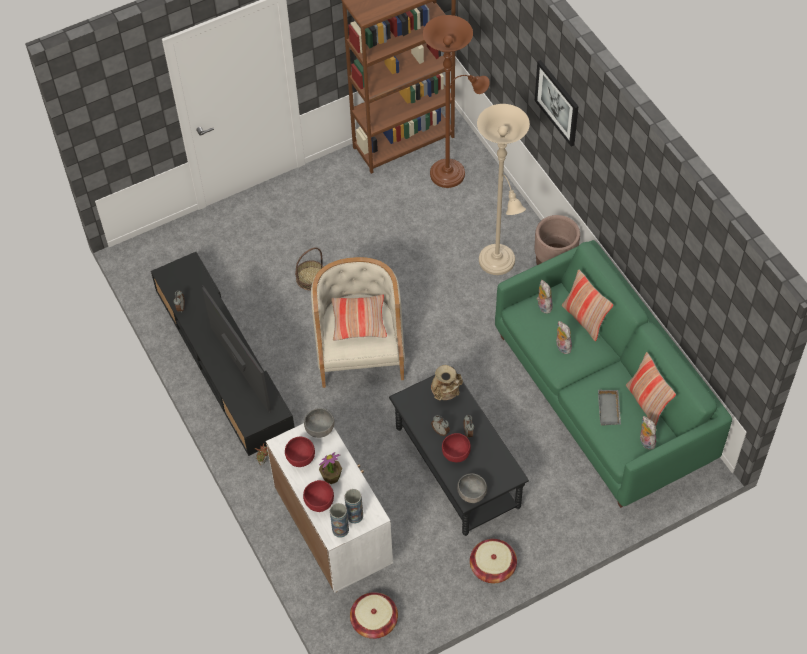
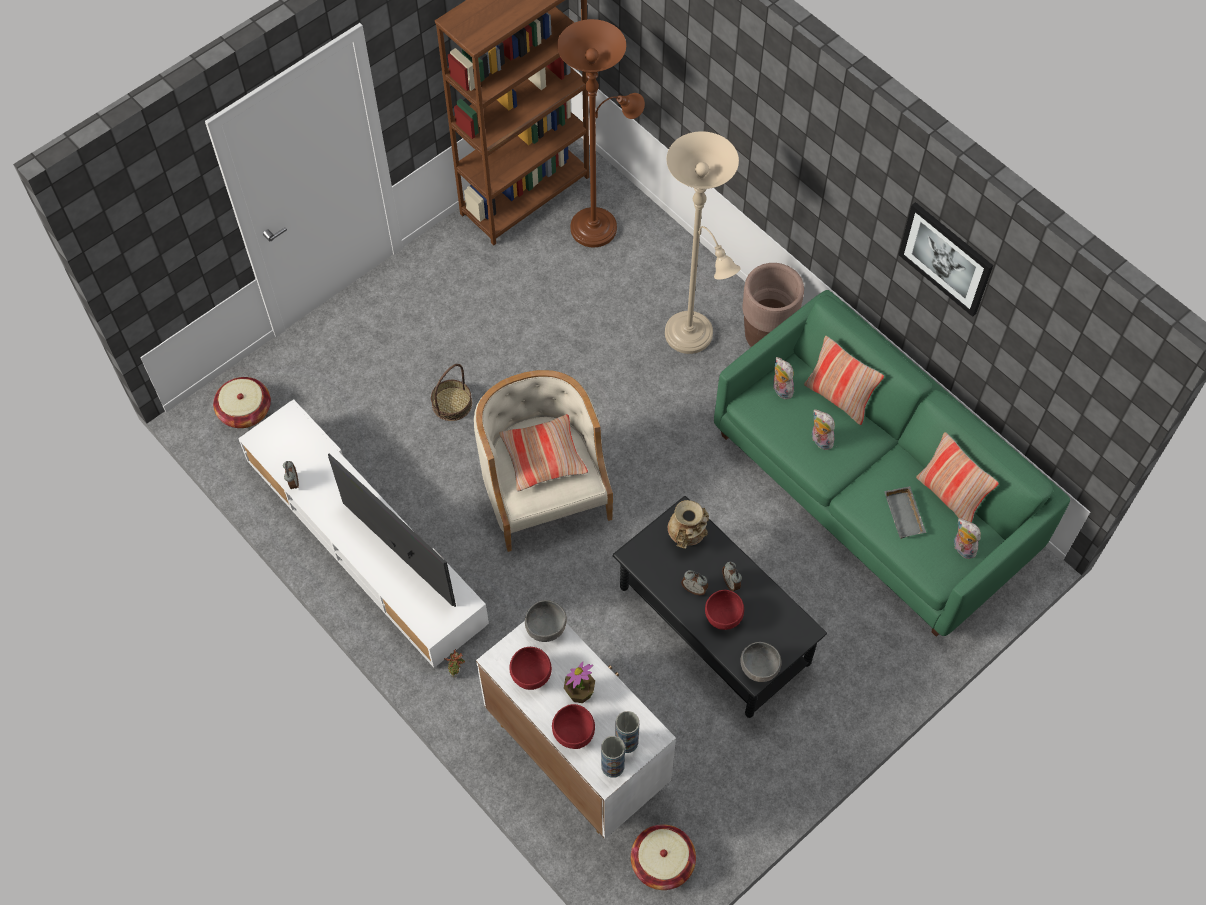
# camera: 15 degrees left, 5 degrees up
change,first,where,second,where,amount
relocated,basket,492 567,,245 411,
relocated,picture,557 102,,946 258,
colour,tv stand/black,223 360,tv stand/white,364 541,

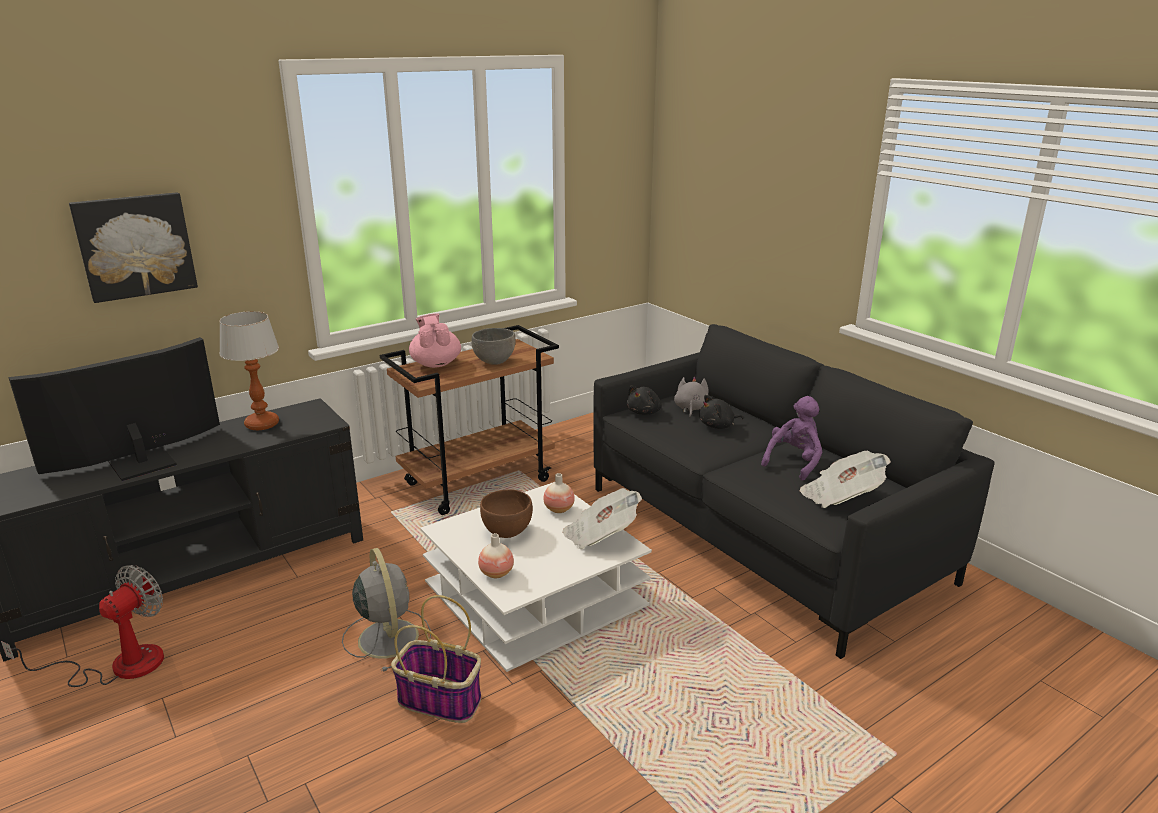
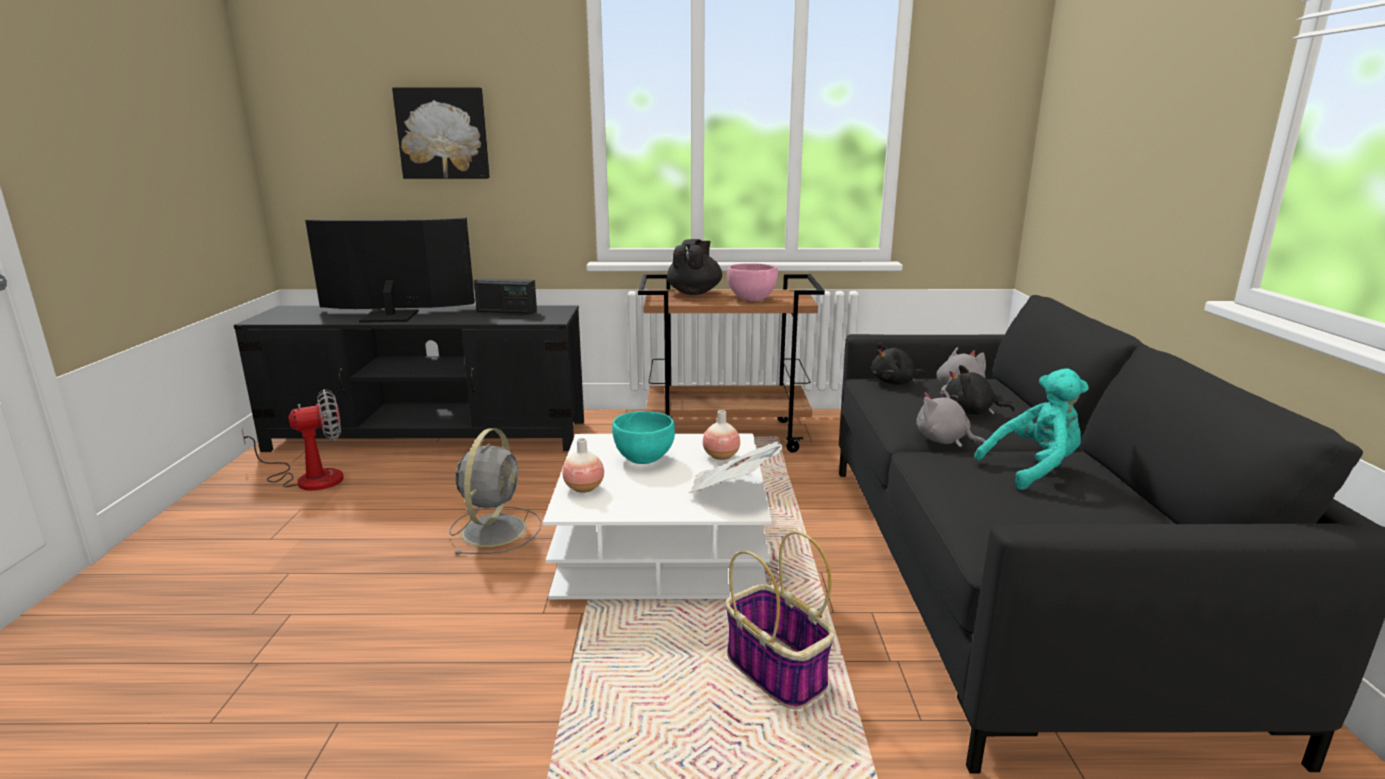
# camera: 35 degrees right, 5 degrees down
change,first,where,second,where,amount
missing,newspaper,841 497,,,
appeared,,,plush toy/grey,944 441,
relocated,basket,441 700,,777 671,
exchanged,table lamp,262 424,radio,506 311,
colour,teapot/pink,435 364,teapot/black,694 292,
colour,bowl/grey,494 361,bowl/pink,752 299,
colour,bowl/brown,507 532,bowl/turquoise,643 459,
colour,plush toy/purple,794 462,plush toy/turquoise,1033 469,

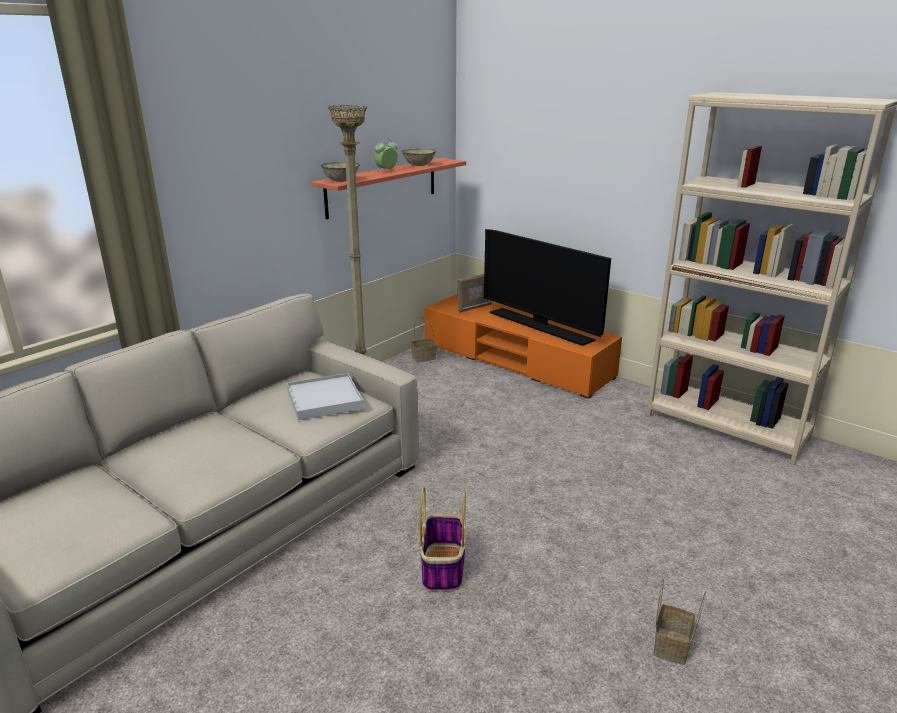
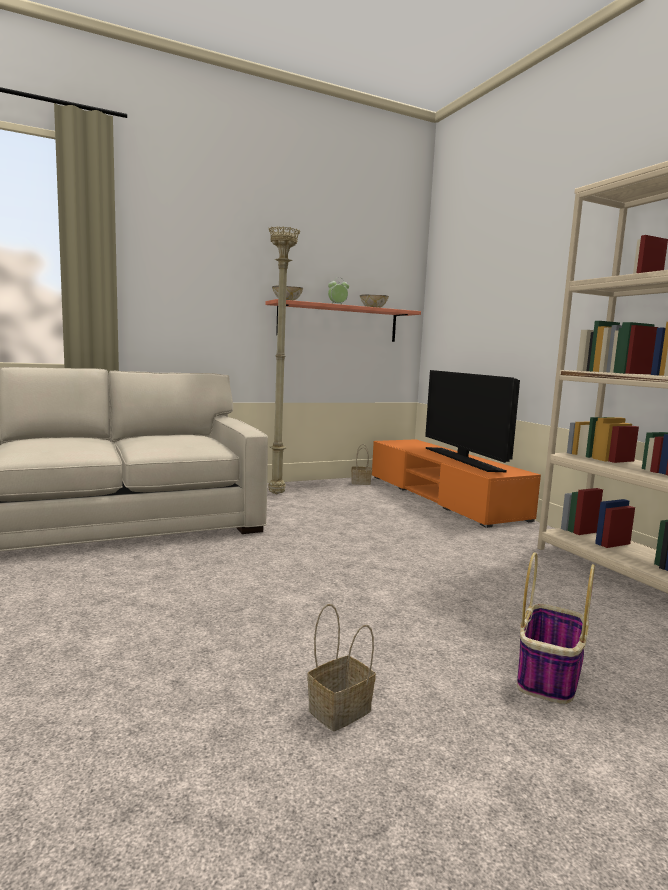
# camera: 25 degrees right, 15 degrees down
change,first,where,second,where,amount
missing,tray/white,324 400,,,
missing,picture frame,474 308,,,
relocated,basket,443 568,,549 677,

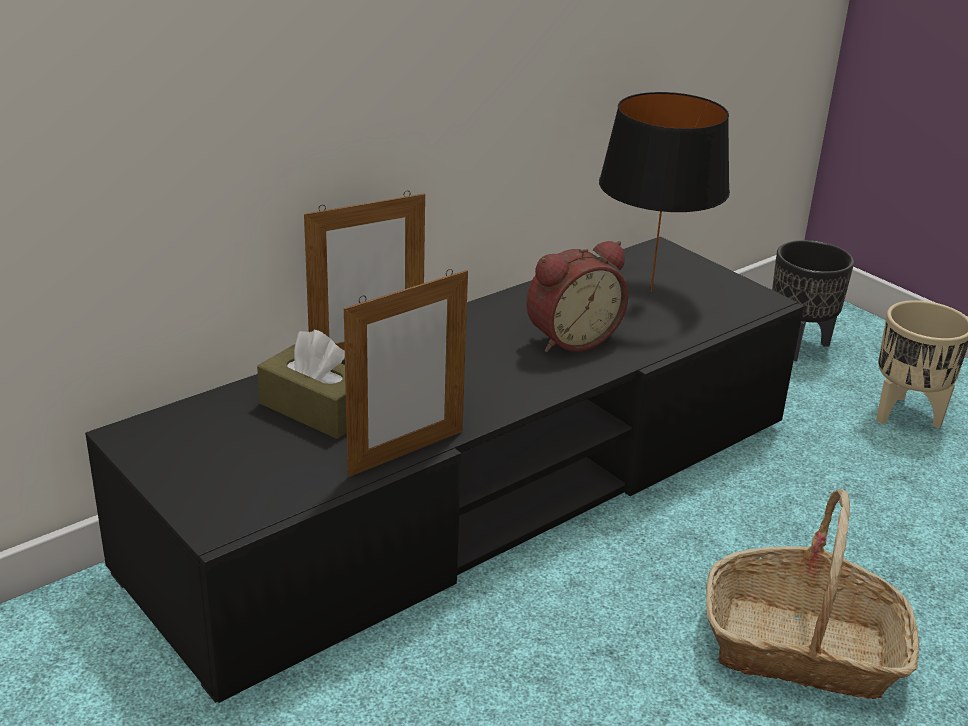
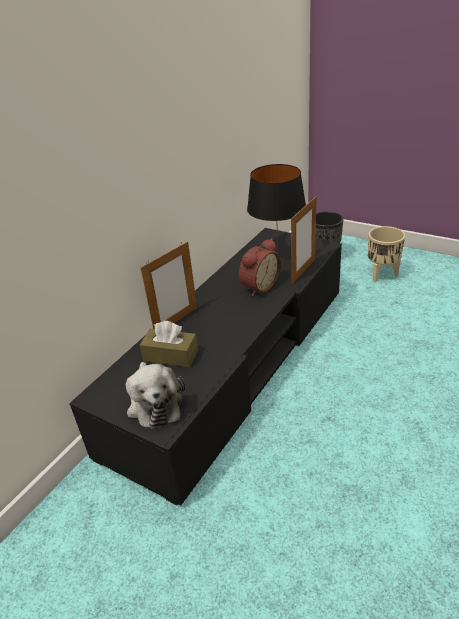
# camera: 15 degrees left, 5 degrees up
change,first,where,second,where,amount
missing,basket,803 647,,,
appeared,,,plush toy,154 403,
relocated,picture frame,406 453,,303 271,

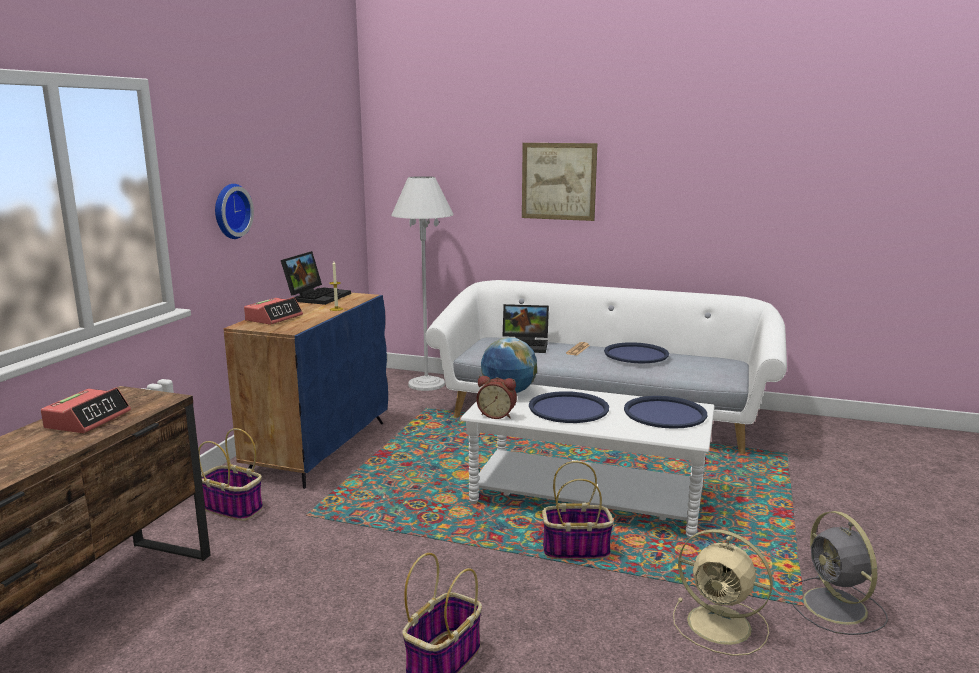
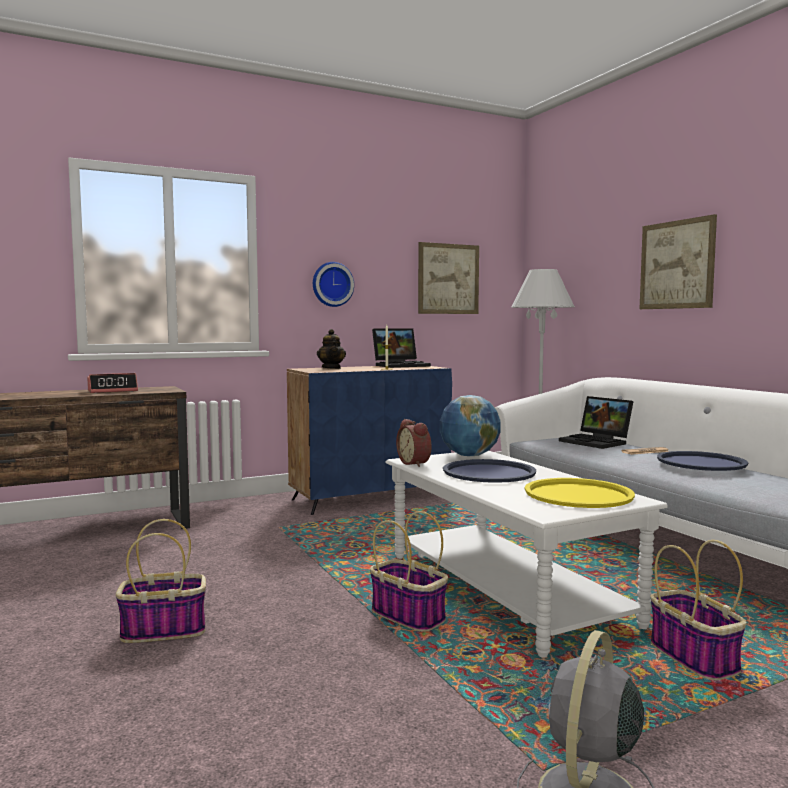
# camera: 45 degrees right, 10 degrees down
change,first,where,second,where,amount
missing,fan/beige,722 625,,,
appeared,,,picture,448 279,
relocated,basket,234 508,,695 658,
exchanged,alarm clock,274 318,teapot,331 368,
colour,tray/blue,665 413,tray/yellow,578 495,

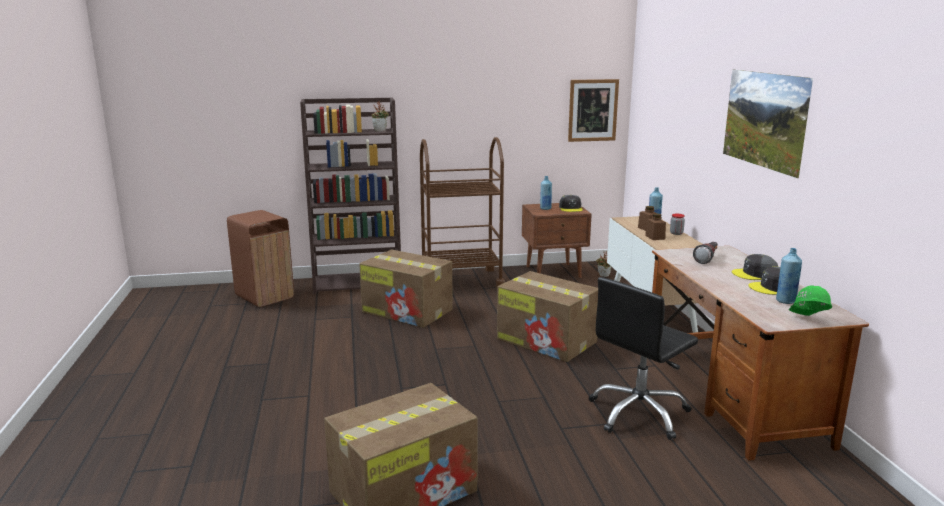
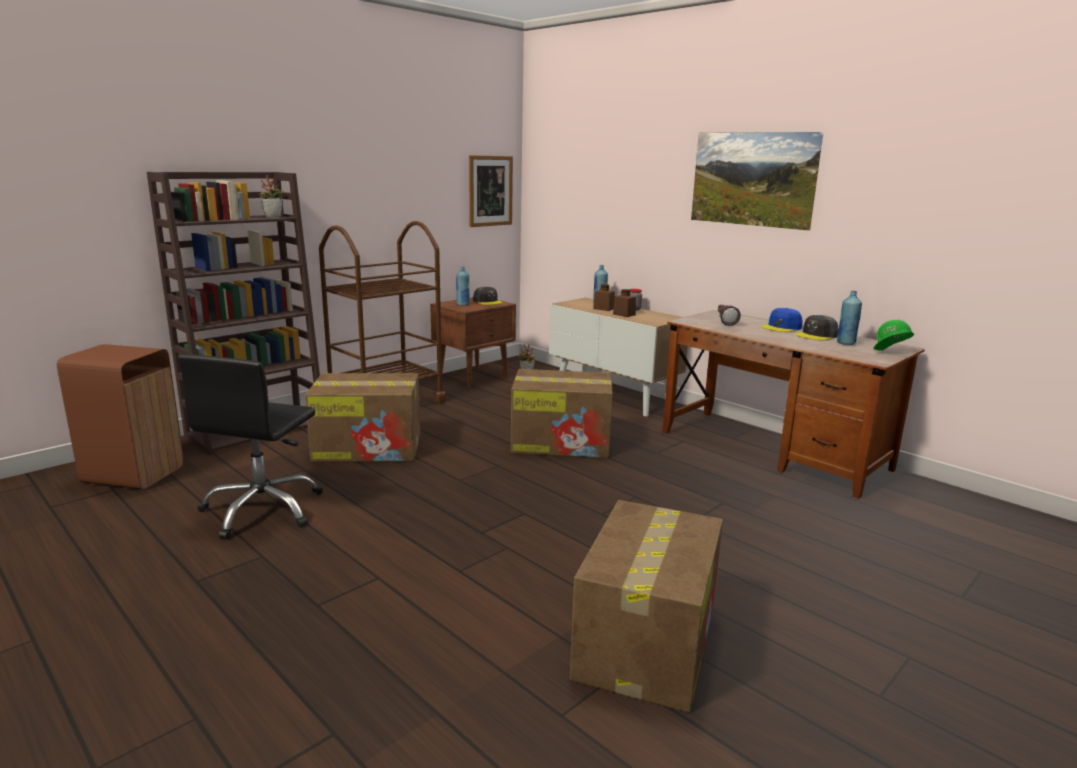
# camera: 35 degrees left, 0 degrees up
change,first,where,second,where,amount
relocated,office chair/black,639 413,,263 510,
colour,cap/grey,755 274,cap/blue,782 327,

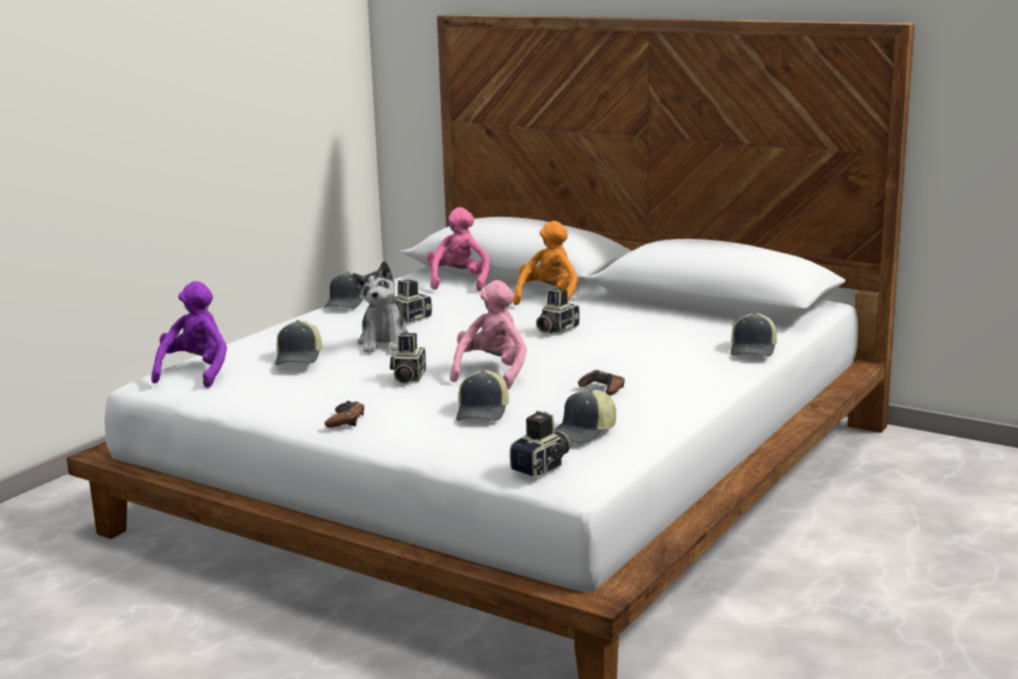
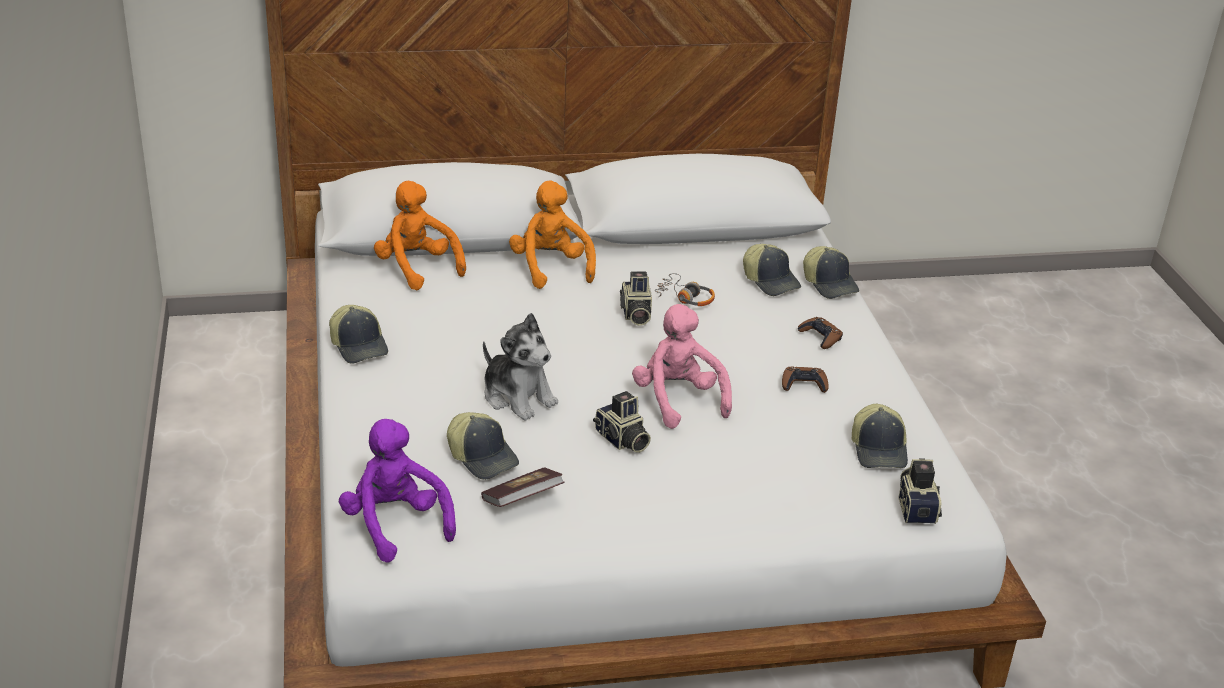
# camera: 45 degrees left, 15 degrees up
change,first,where,second,where,amount
missing,photo camera,407 319,,,
appeared,,,book,522 500,
appeared,,,headphones,685 297,
relocated,game controller/brown,345 420,,820 337,
relocated,cap,483 412,,771 281,
colour,plush toy/pink,459 282,plush toy/orange,417 268,

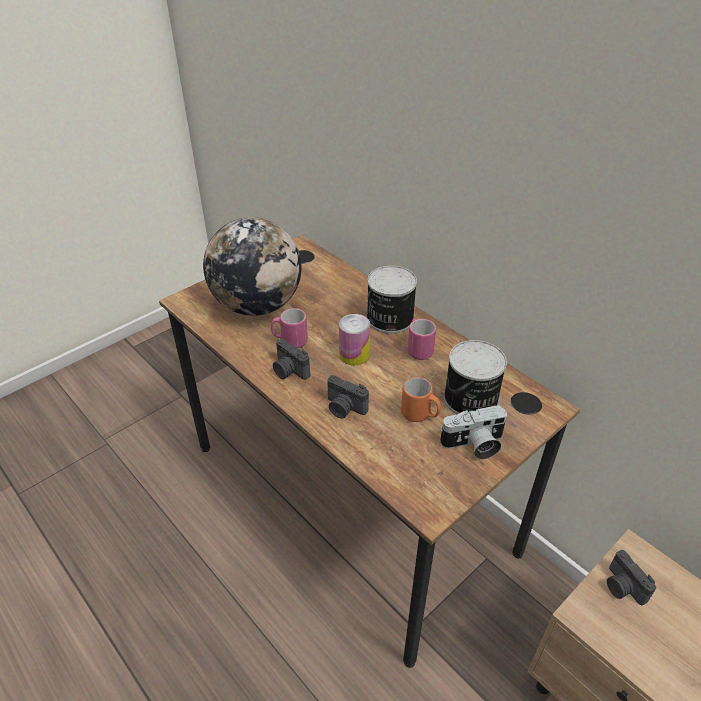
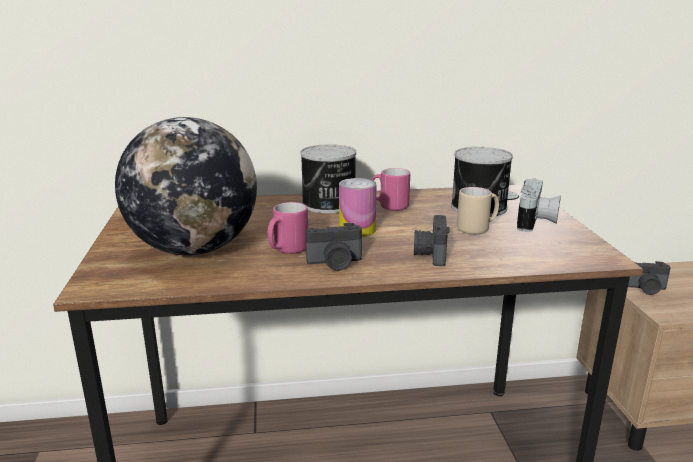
# camera: 55 degrees left, 20 degrees down
change,first,where,second,where,amount
colour,mug/orange,420 415,mug/beige,477 229,
spun,photo camera,344 408,,430 254,120 degrees clockwise

